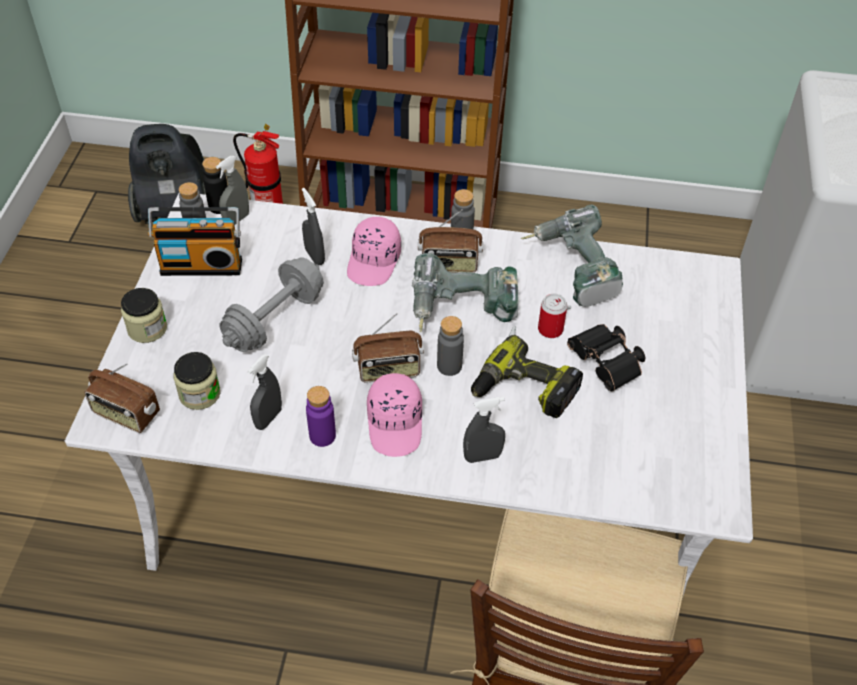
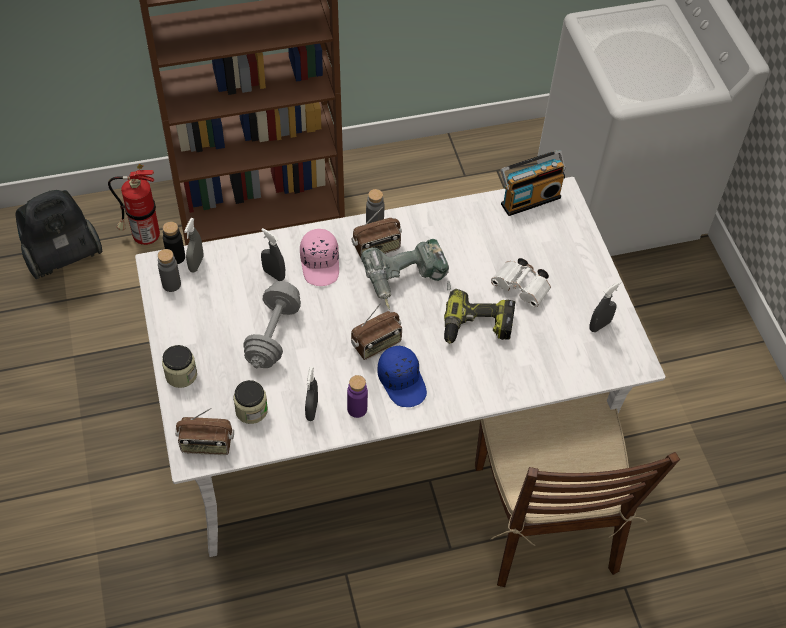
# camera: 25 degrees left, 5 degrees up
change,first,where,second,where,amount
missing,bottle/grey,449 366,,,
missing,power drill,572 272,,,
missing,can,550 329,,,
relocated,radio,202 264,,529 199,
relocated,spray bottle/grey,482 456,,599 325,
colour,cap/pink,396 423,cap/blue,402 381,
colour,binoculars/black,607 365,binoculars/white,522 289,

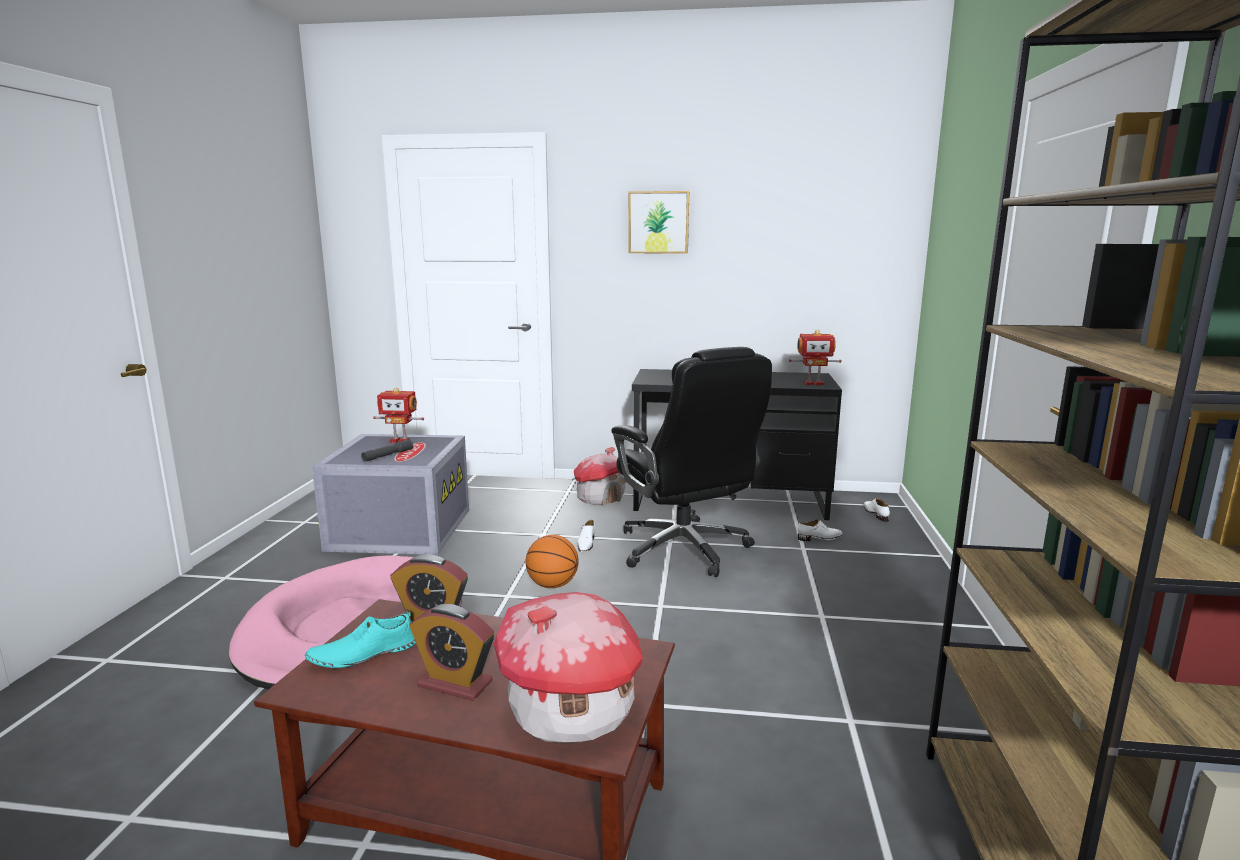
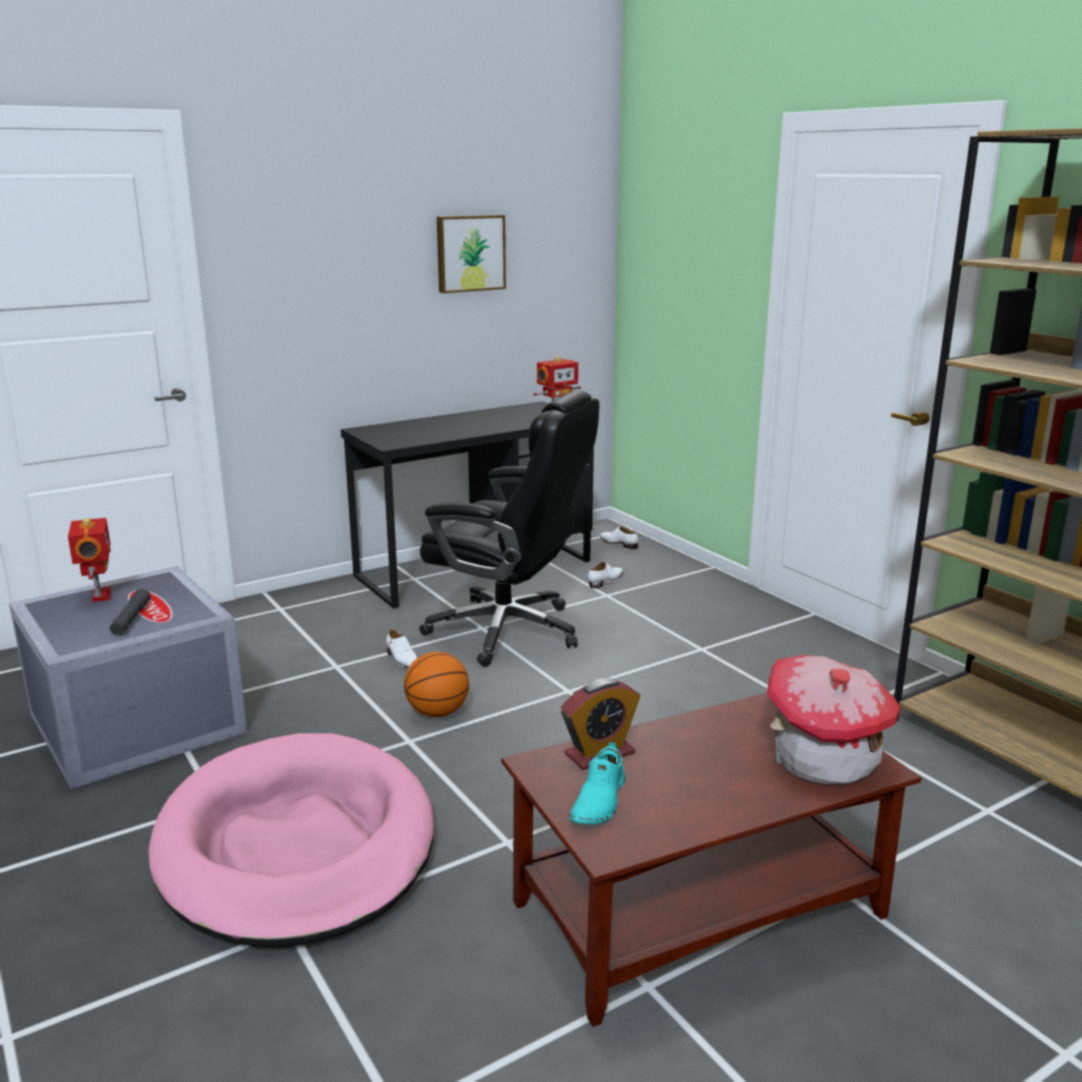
# camera: 40 degrees left, 5 degrees up
change,first,where,second,where,amount
missing,alarm clock,455 684,,,
missing,toy house,601 498,,,
relocated,picture,658 222,,470 253,
spun,toy robot,400 440,,99 596,75 degrees counterclockwise

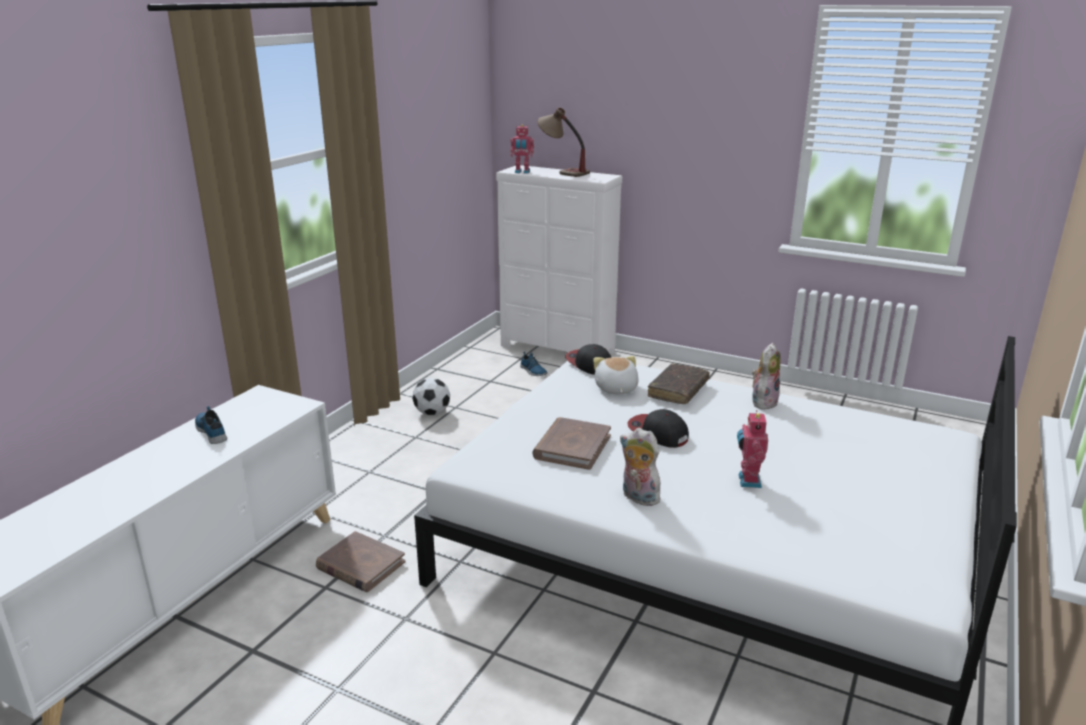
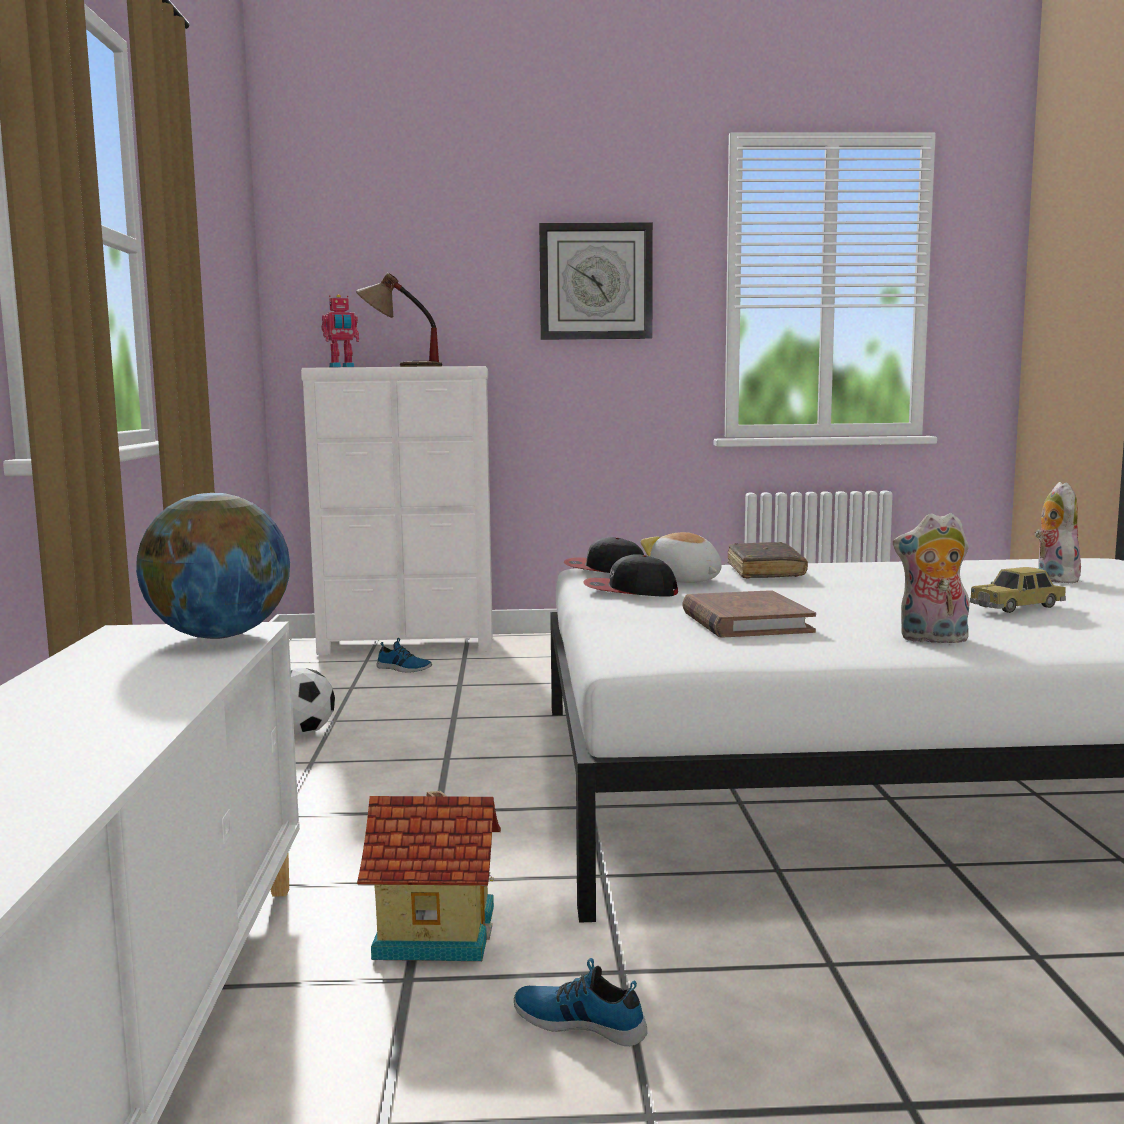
# camera: 30 degrees left, 15 degrees down
change,first,where,second,where,amount
appeared,,,globe,219 636,
appeared,,,wall clock,595 282,
relocated,shoe,212 431,,580 1021,
relocated,cap,657 433,,630 591,
relocated,plush toy,763 401,,1053 579,
exchanged,book/brown,360 565,toy house,435 930,
exchanged,toy robot,747 481,toy car,1017 606,

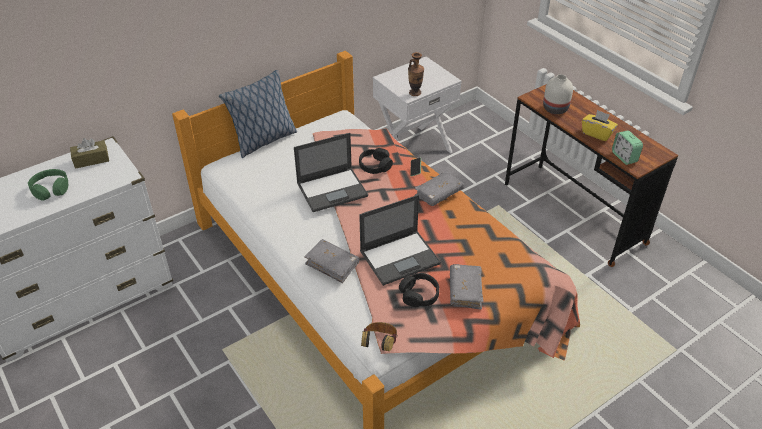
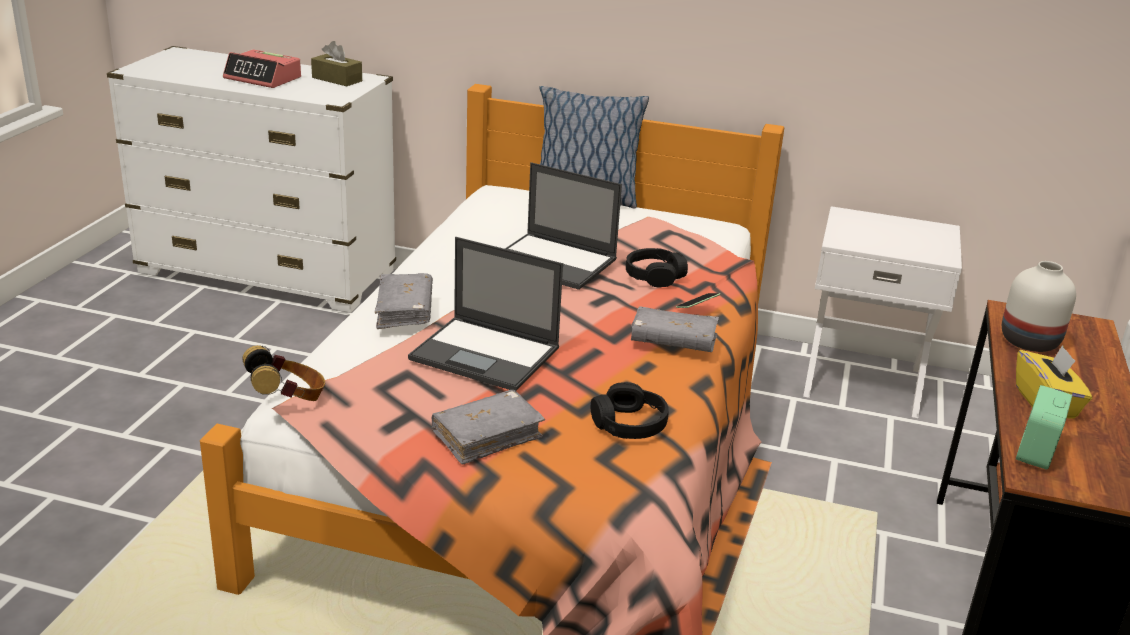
# camera: 50 degrees right, 15 degrees down
change,first,where,second,where,amount
missing,vase,415 93,,,
relocated,headphones/black,419 294,,629 424,
exchanged,headphones/green,51 189,alarm clock,263 78,

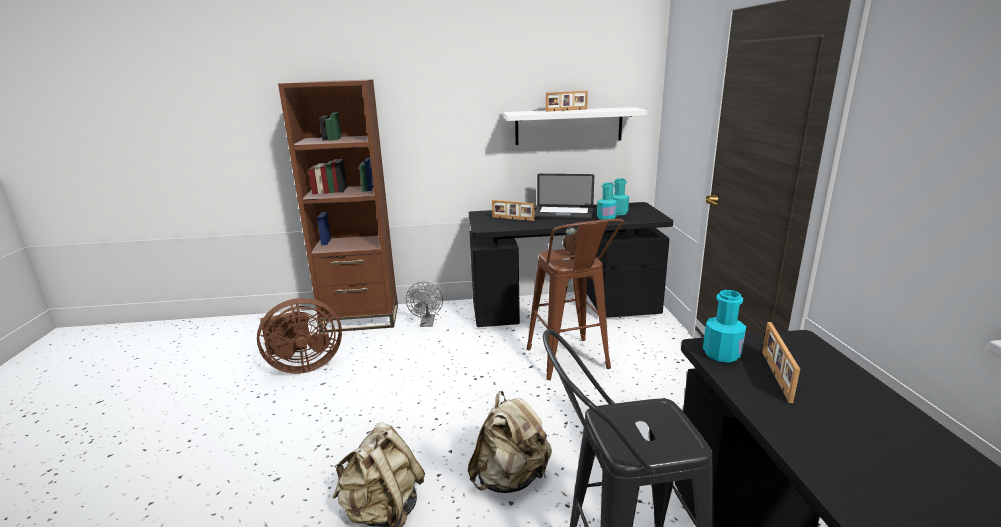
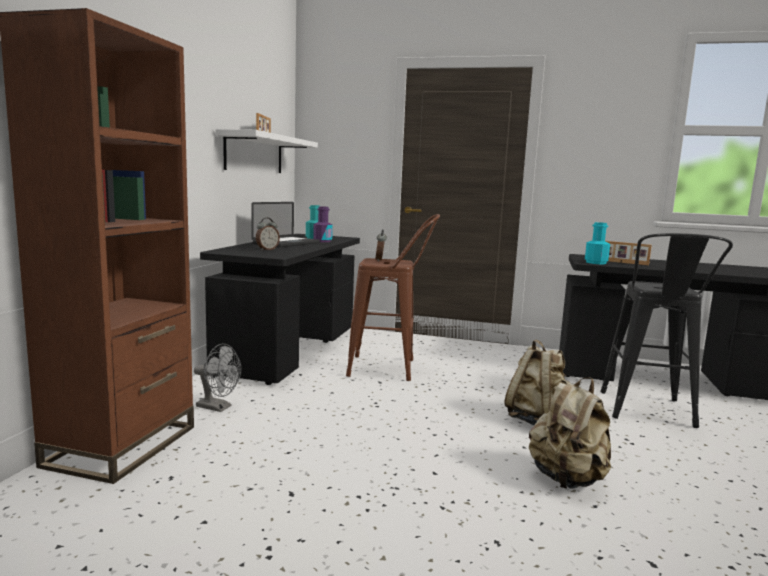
# camera: 70 degrees left, 10 degrees down
change,first,where,second,where,amount
missing,fan/brown,303 366,,,
exchanged,picture frame,512 219,alarm clock,267 249,
colour,bottle/turquoise,606 218,bottle/purple,322 241,

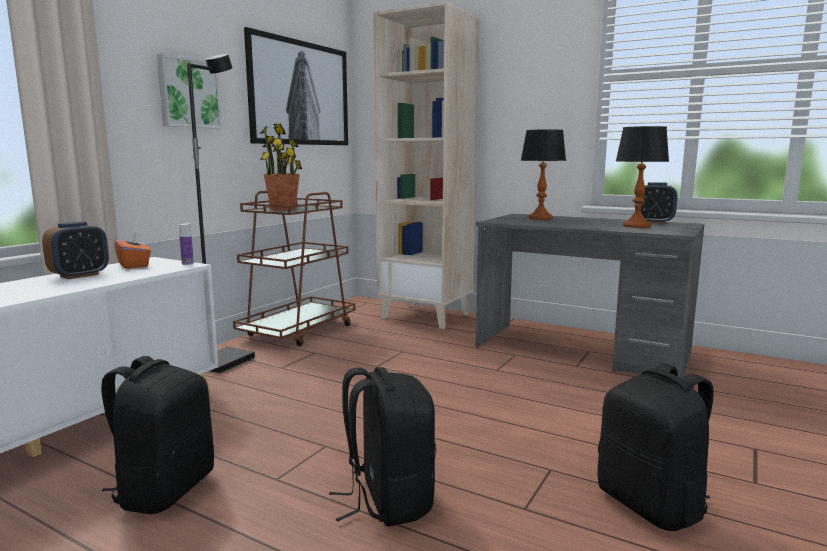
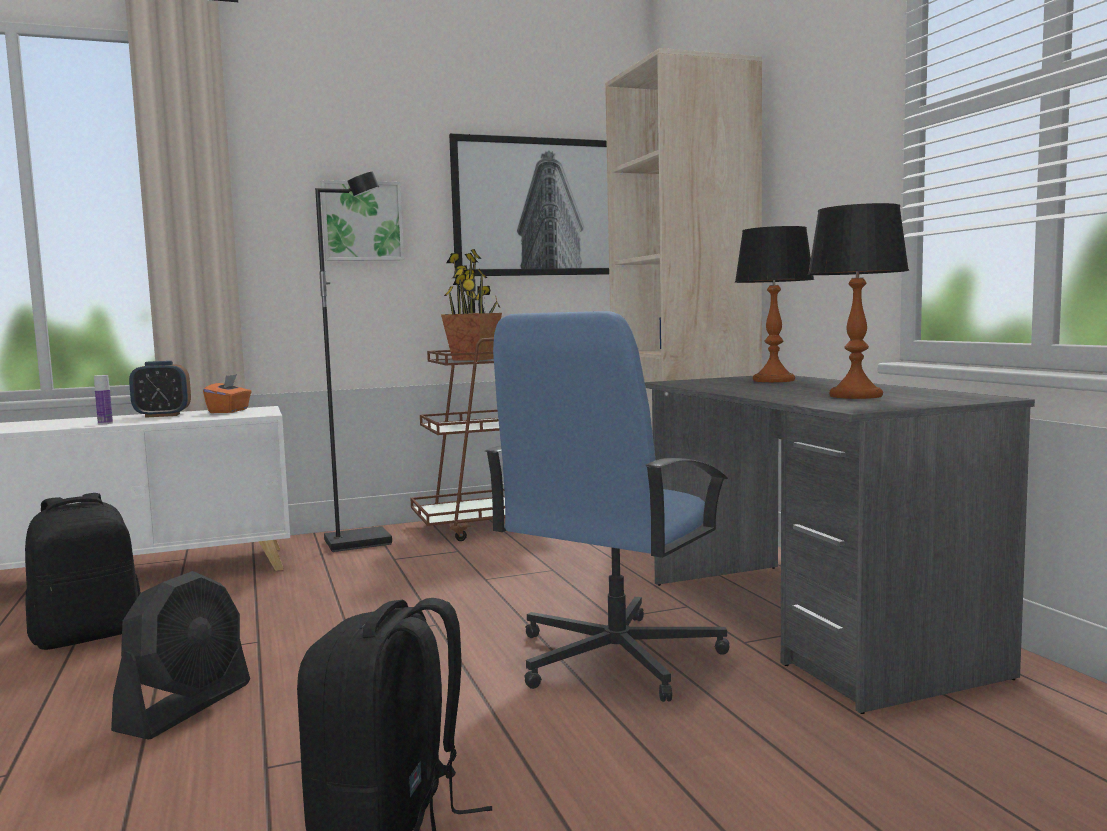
# camera: 40 degrees right, 5 degrees down
change,first,where,second,where,amount
missing,alarm clock,654 222,,,
appeared,,,office chair/blue,613 658,
relocated,bottle,187 263,,105 423,
exchanged,backpack/black,387 500,fan/black,186 706,

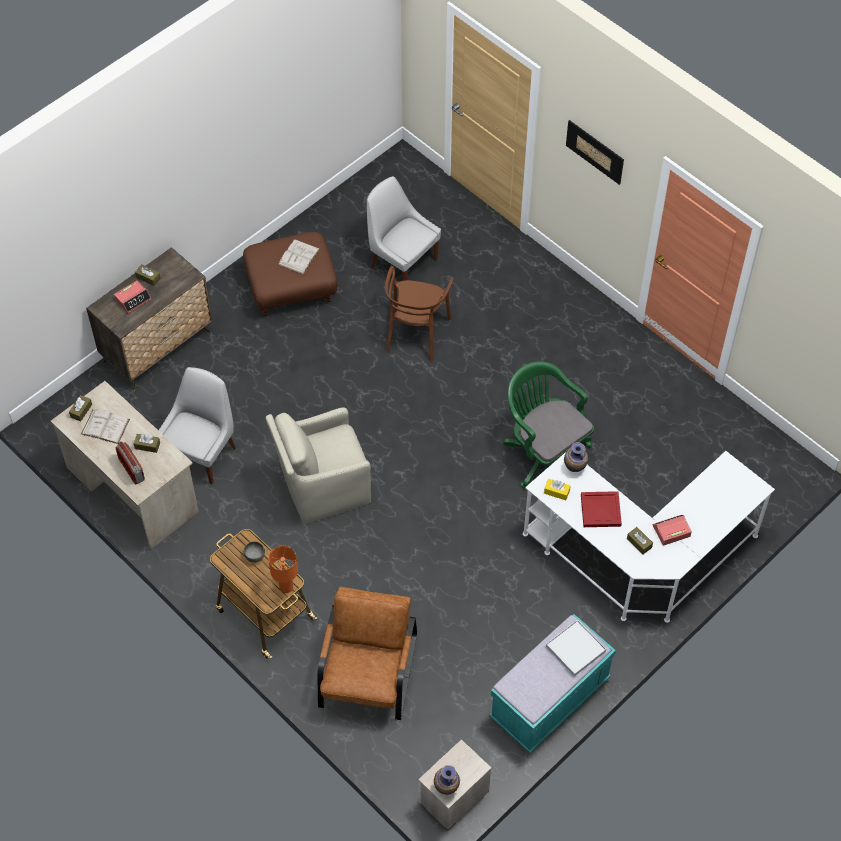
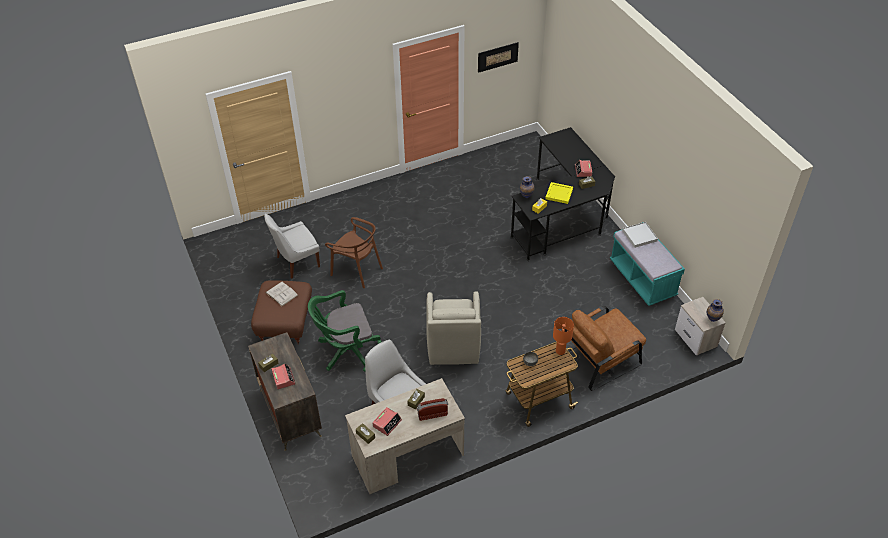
# camera: 70 degrees left, 10 degrees down
change,first,where,second,where,amount
relocated,office chair/green,544 453,,346 351,
relocated,picture,595 151,,497 57,
exchanged,book/white,105 426,alarm clock,387 423,
colour,desk/white,641 558,desk/black,563 216,
colour,tray/red,601 511,tray/yellow,559 194,
spun,armchair/brown,368 673,,600 358,60 degrees counterclockwise

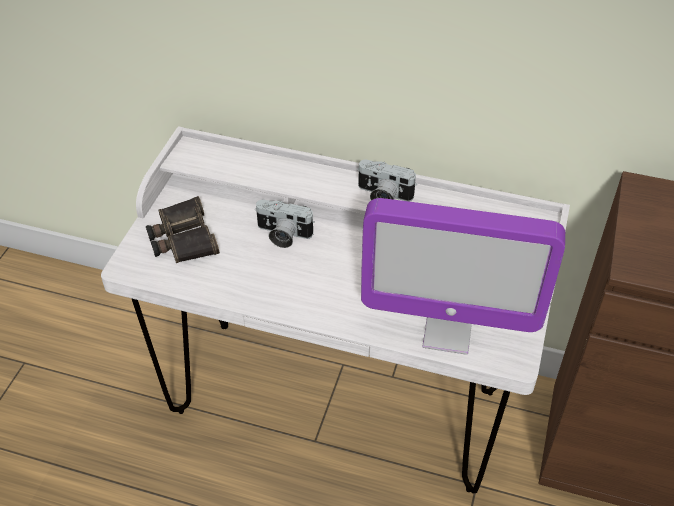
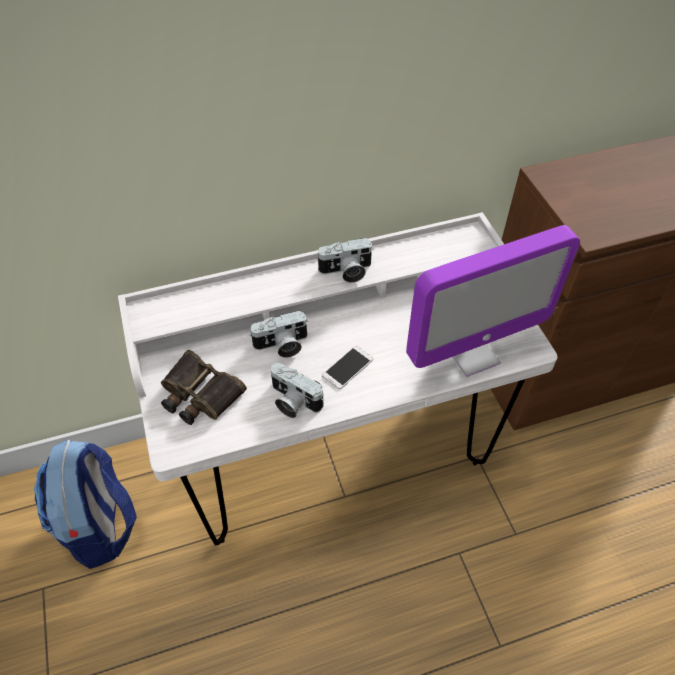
# camera: 35 degrees left, 5 degrees up
change,first,where,second,where,amount
appeared,,,backpack,101 526,
appeared,,,photo camera,292 401,
appeared,,,phone,348 367,

